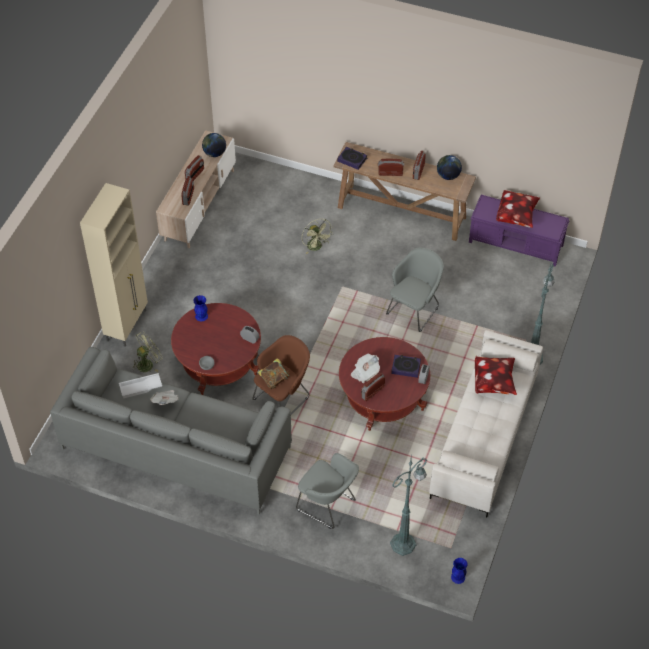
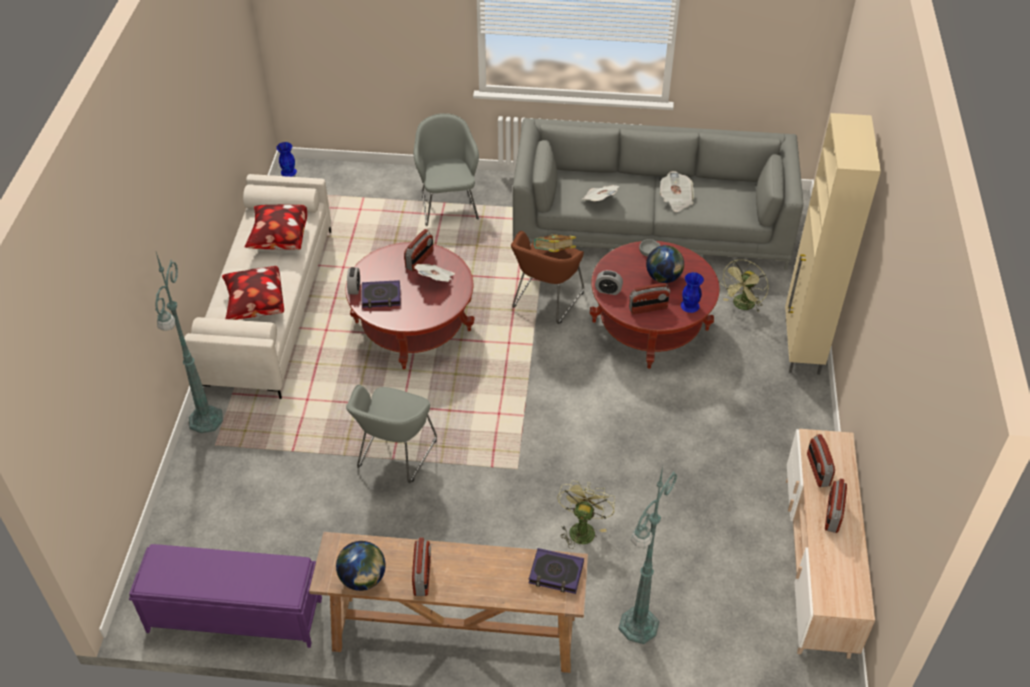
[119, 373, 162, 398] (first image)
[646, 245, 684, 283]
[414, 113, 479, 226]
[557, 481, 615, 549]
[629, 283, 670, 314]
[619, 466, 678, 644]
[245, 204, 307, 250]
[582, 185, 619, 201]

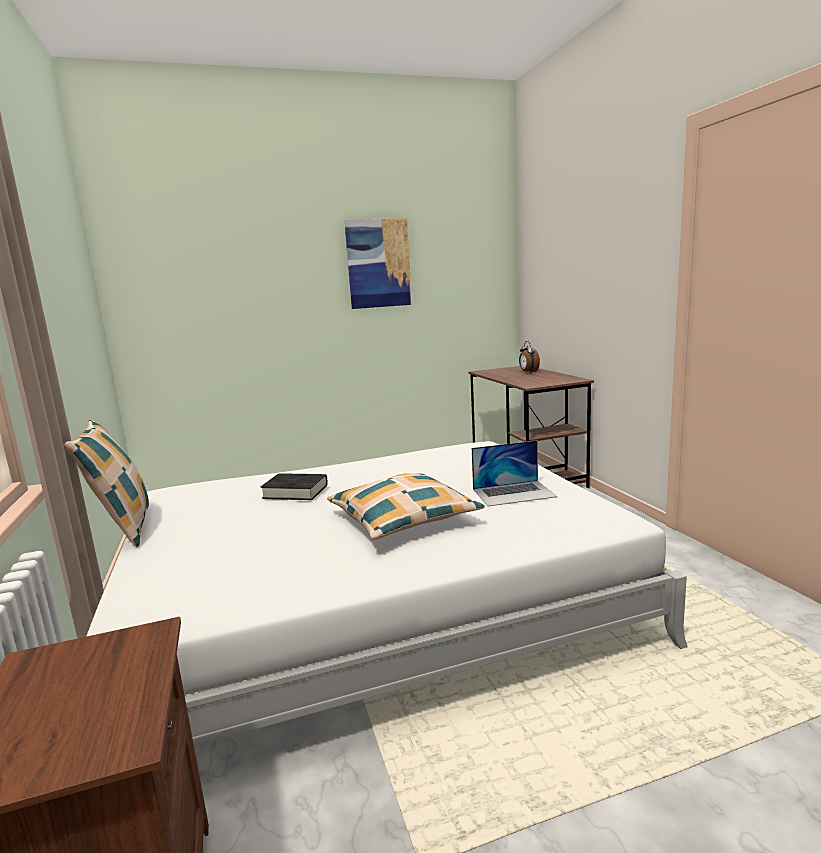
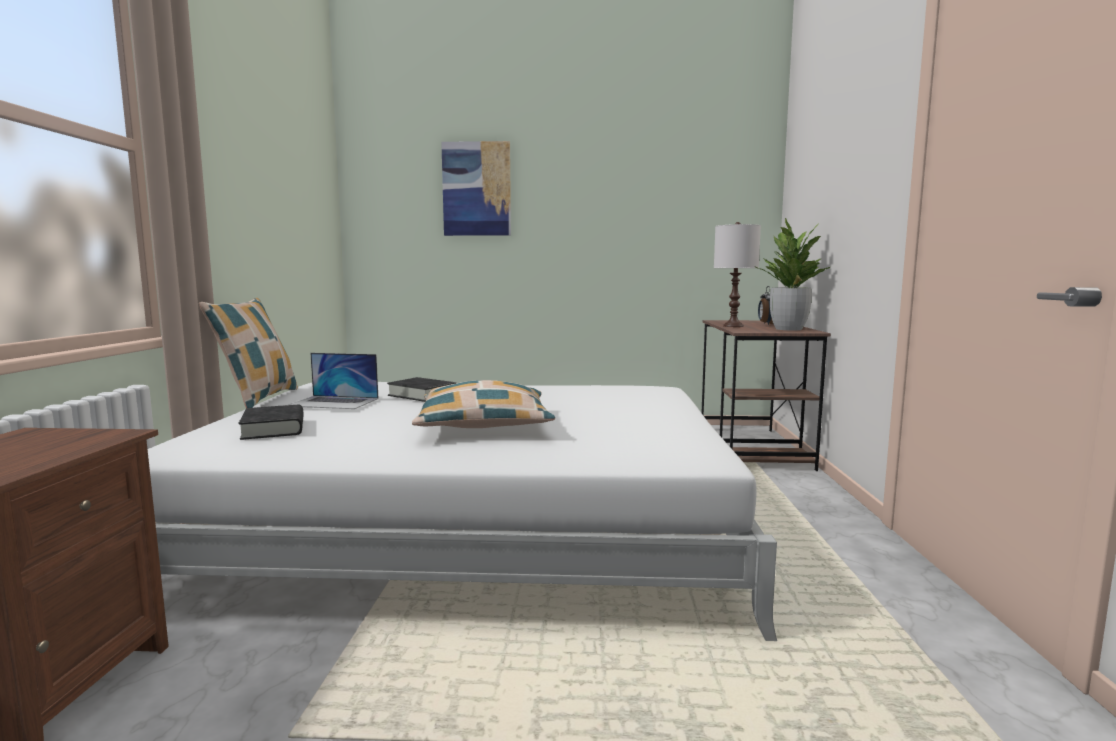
[441, 141, 511, 236]
[288, 353, 379, 409]
[239, 405, 304, 440]
[714, 222, 761, 327]
[756, 218, 830, 331]

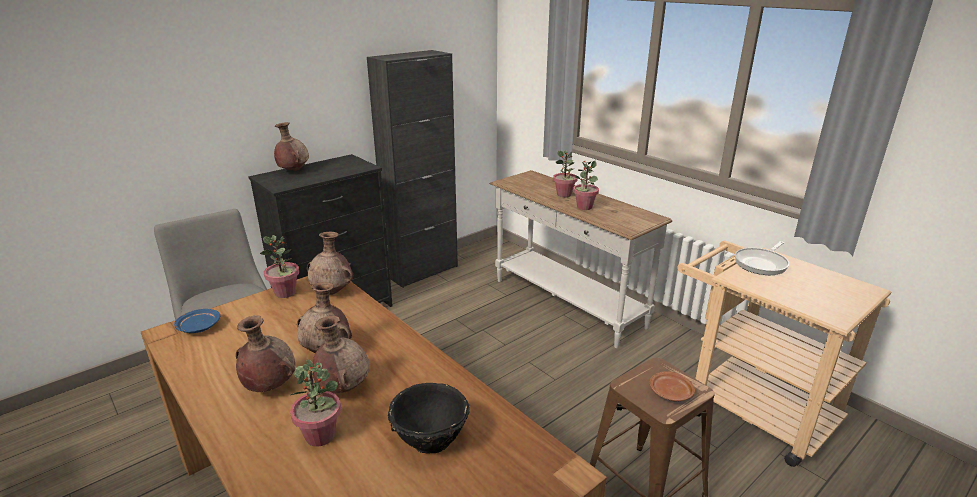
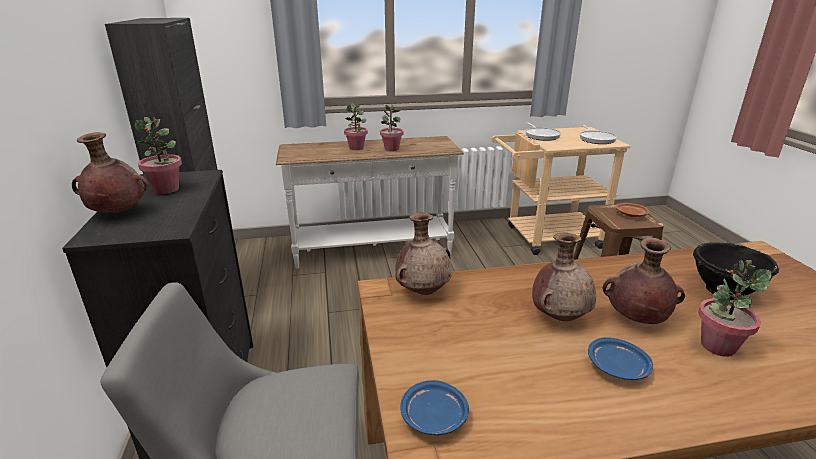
[588, 337, 653, 380]
[135, 117, 182, 194]
[580, 125, 617, 144]

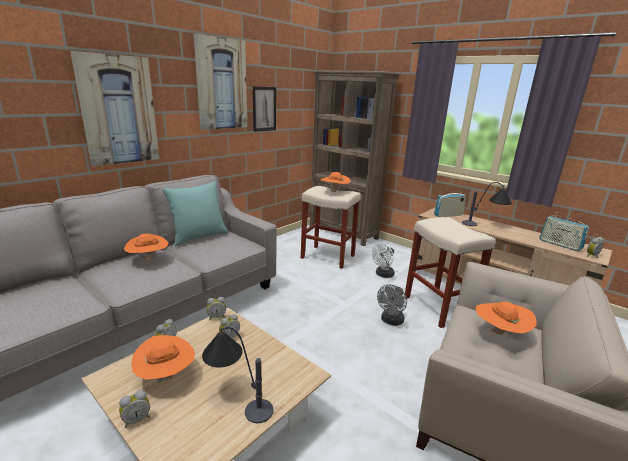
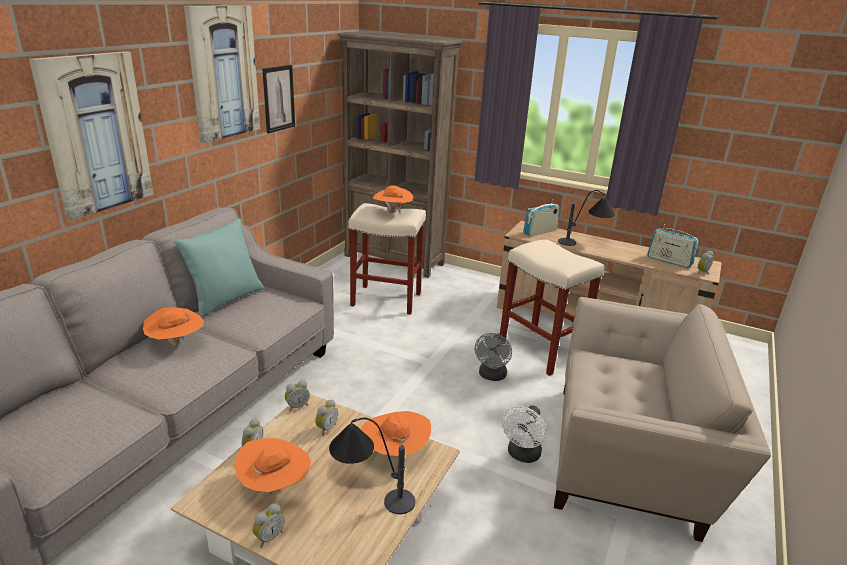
[502, 406, 546, 463]
[360, 411, 431, 456]

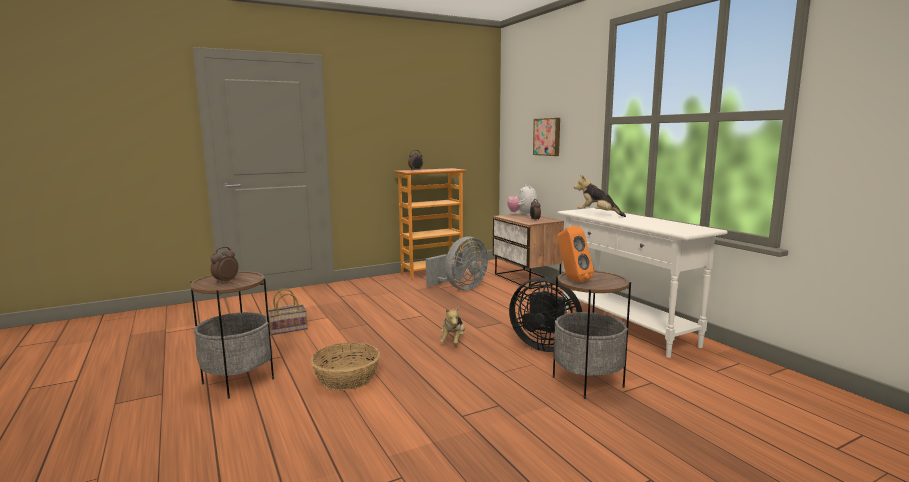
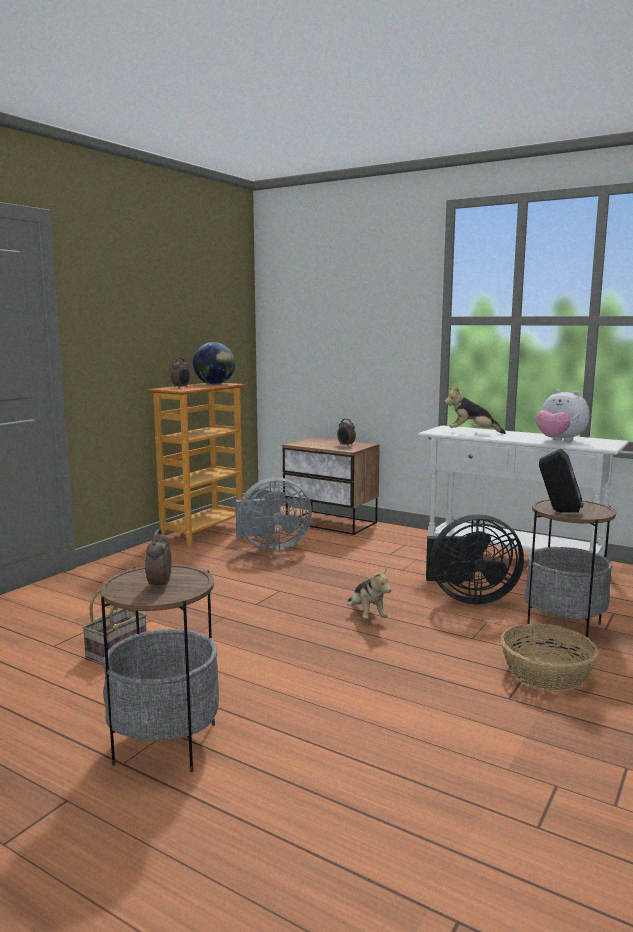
[501, 624, 598, 692]
[235, 477, 312, 551]
[535, 389, 589, 442]
[533, 118, 560, 156] (first image)
[539, 449, 583, 513]
[193, 342, 235, 384]

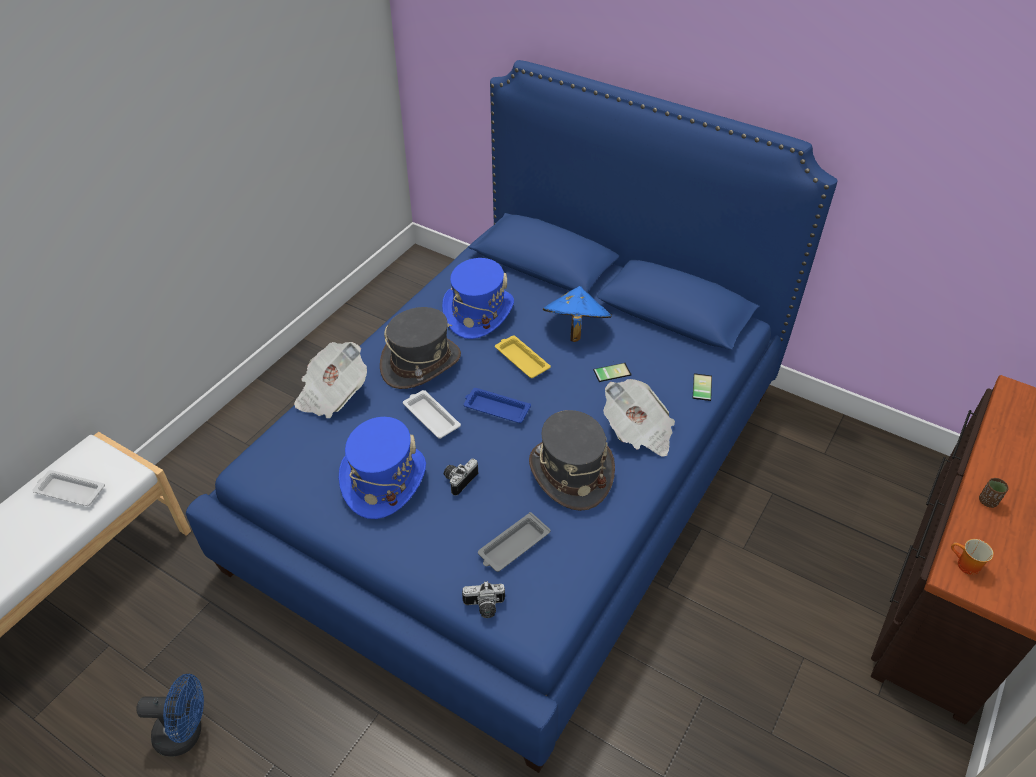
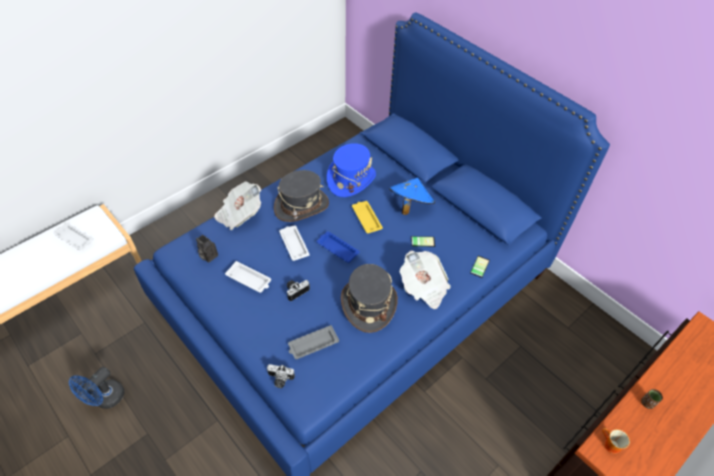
[69, 367, 124, 409]
[225, 261, 271, 293]
[196, 235, 218, 263]

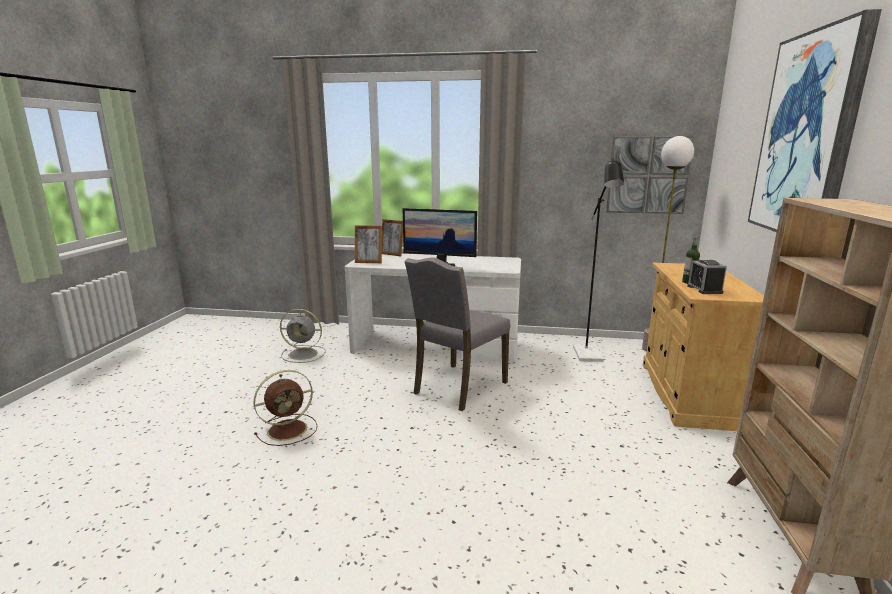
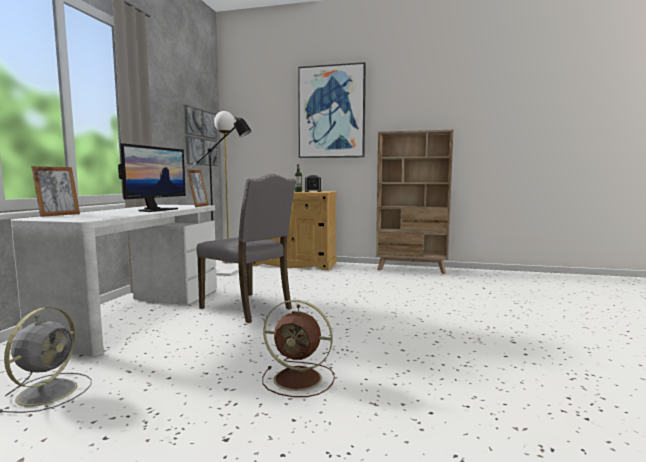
[262, 300, 335, 397]
[187, 169, 209, 207]

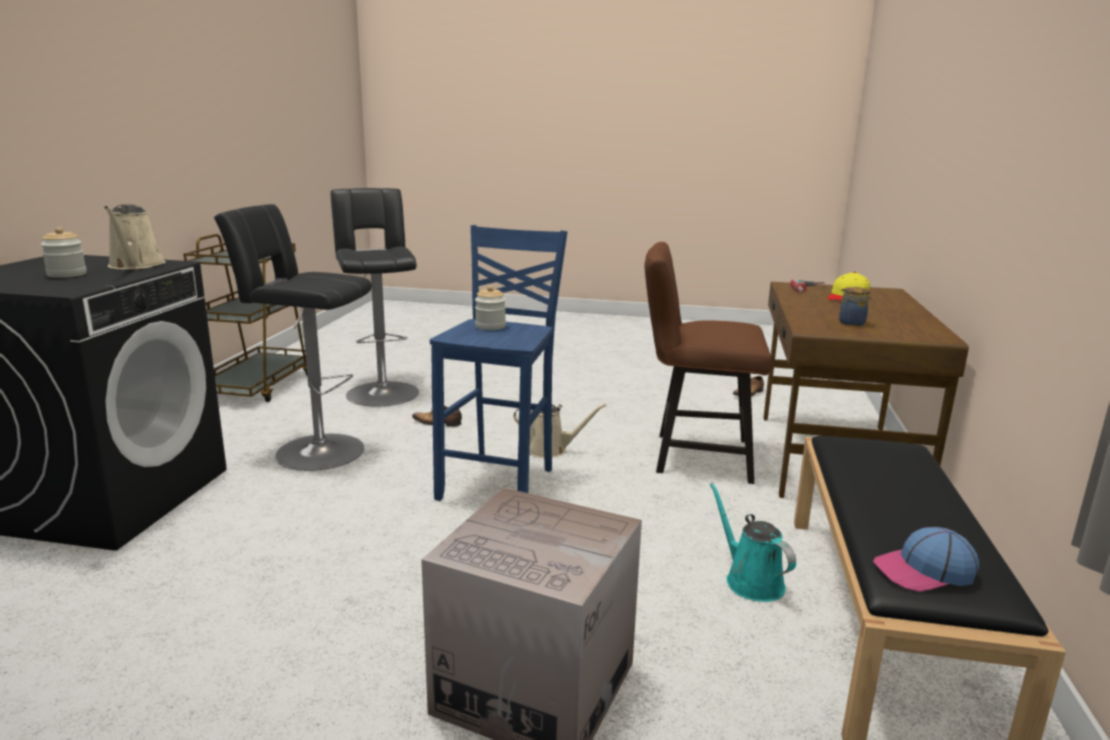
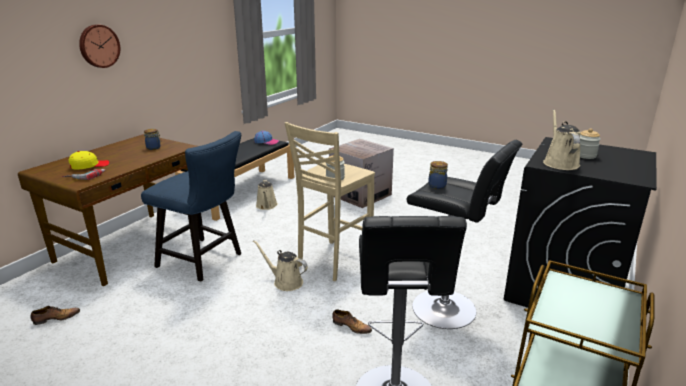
[285, 122, 375, 281]
[141, 131, 241, 281]
[256, 180, 278, 210]
[79, 25, 120, 68]
[428, 161, 448, 189]

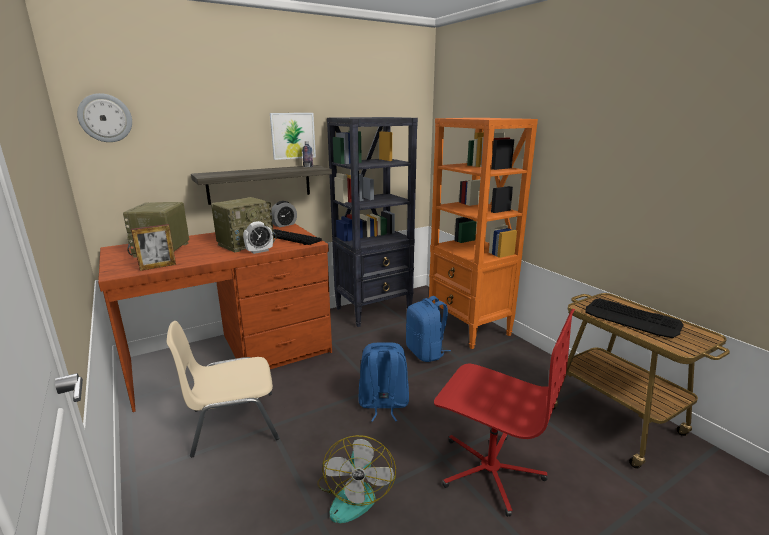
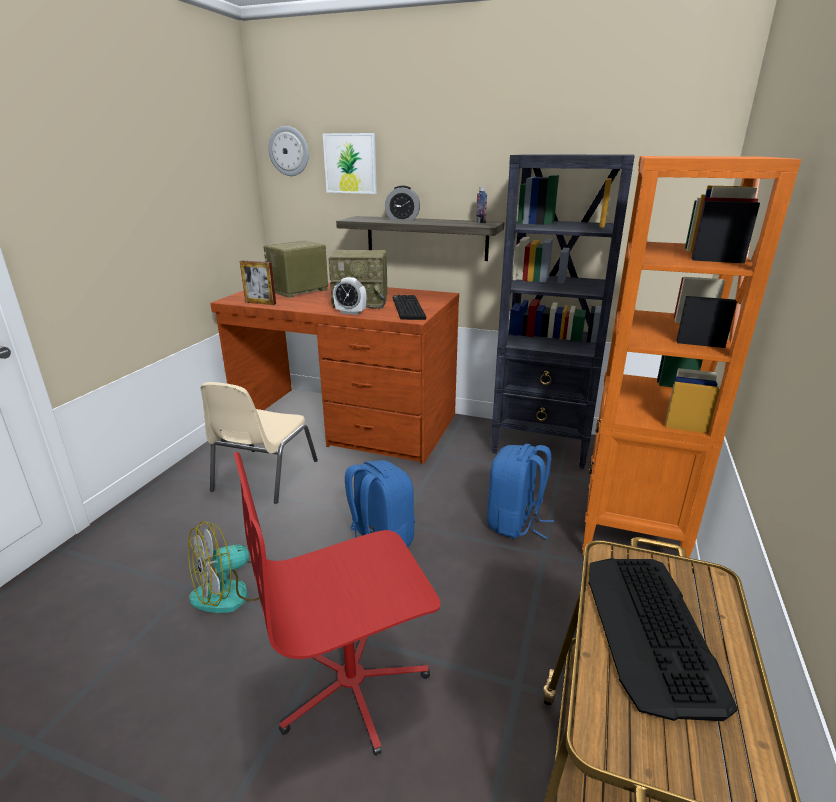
[200, 382, 318, 504]
[323, 133, 377, 194]
[385, 186, 420, 221]
[234, 452, 441, 756]

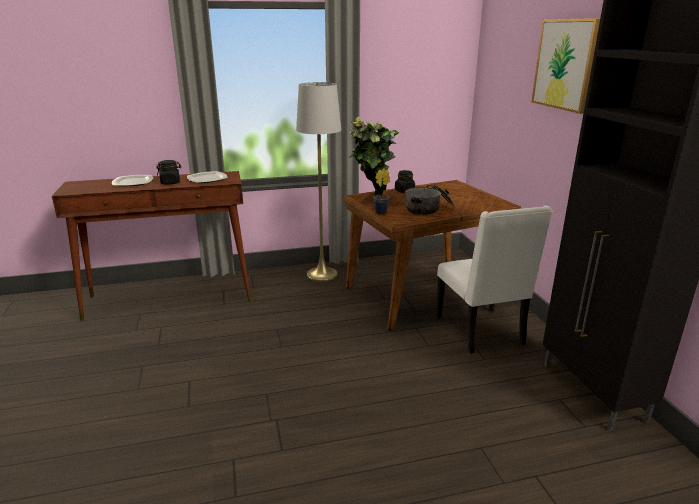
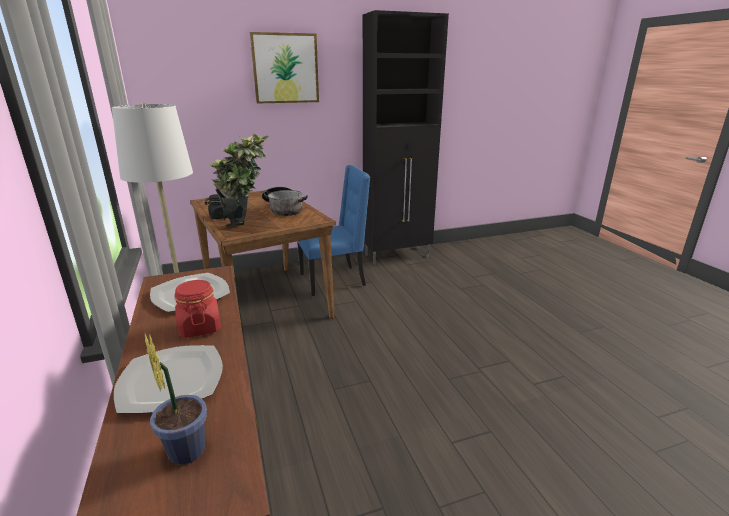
[174, 280, 221, 338]
[145, 334, 207, 465]
[297, 165, 370, 296]

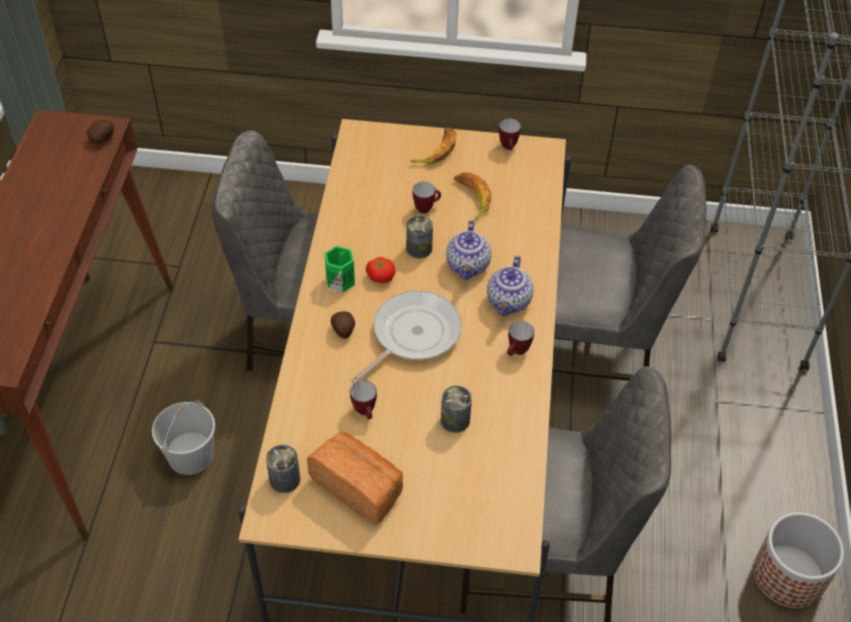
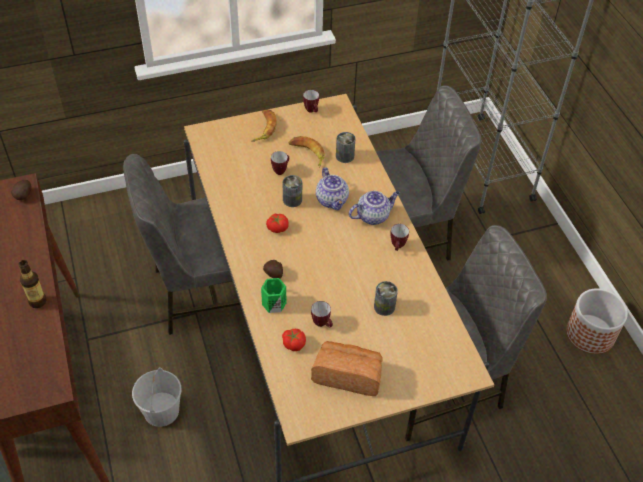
[336, 132, 356, 163]
[261, 278, 286, 313]
[351, 291, 462, 384] (first image)
[349, 191, 400, 225]
[19, 260, 47, 308]
[282, 329, 306, 351]

